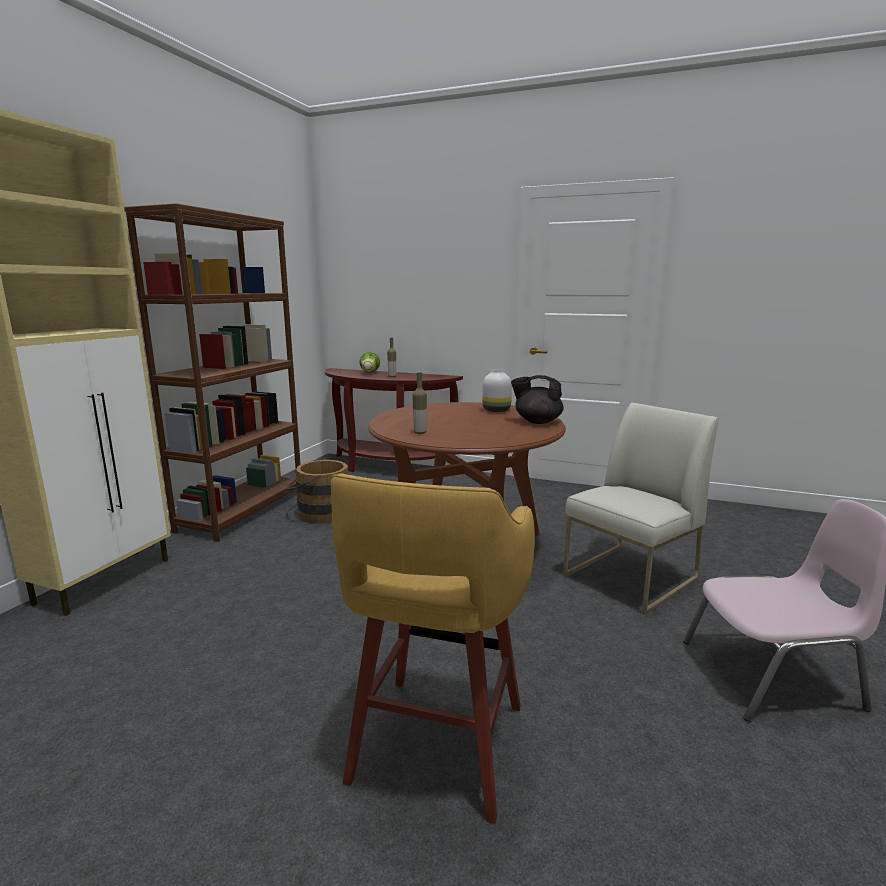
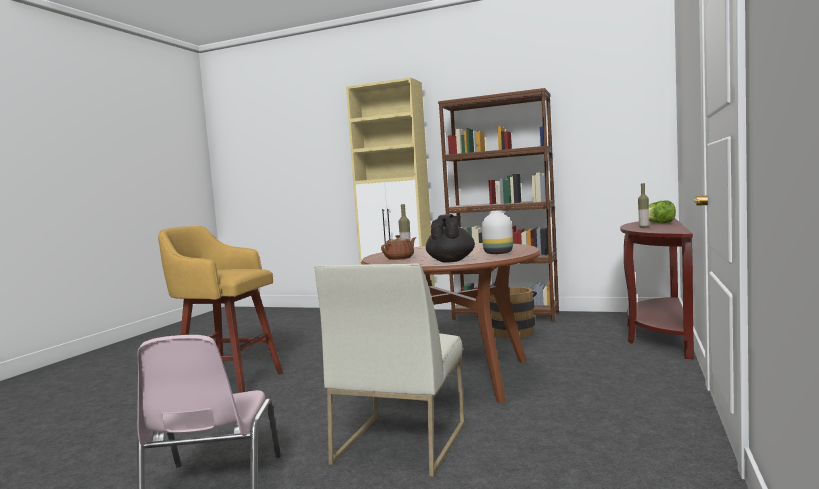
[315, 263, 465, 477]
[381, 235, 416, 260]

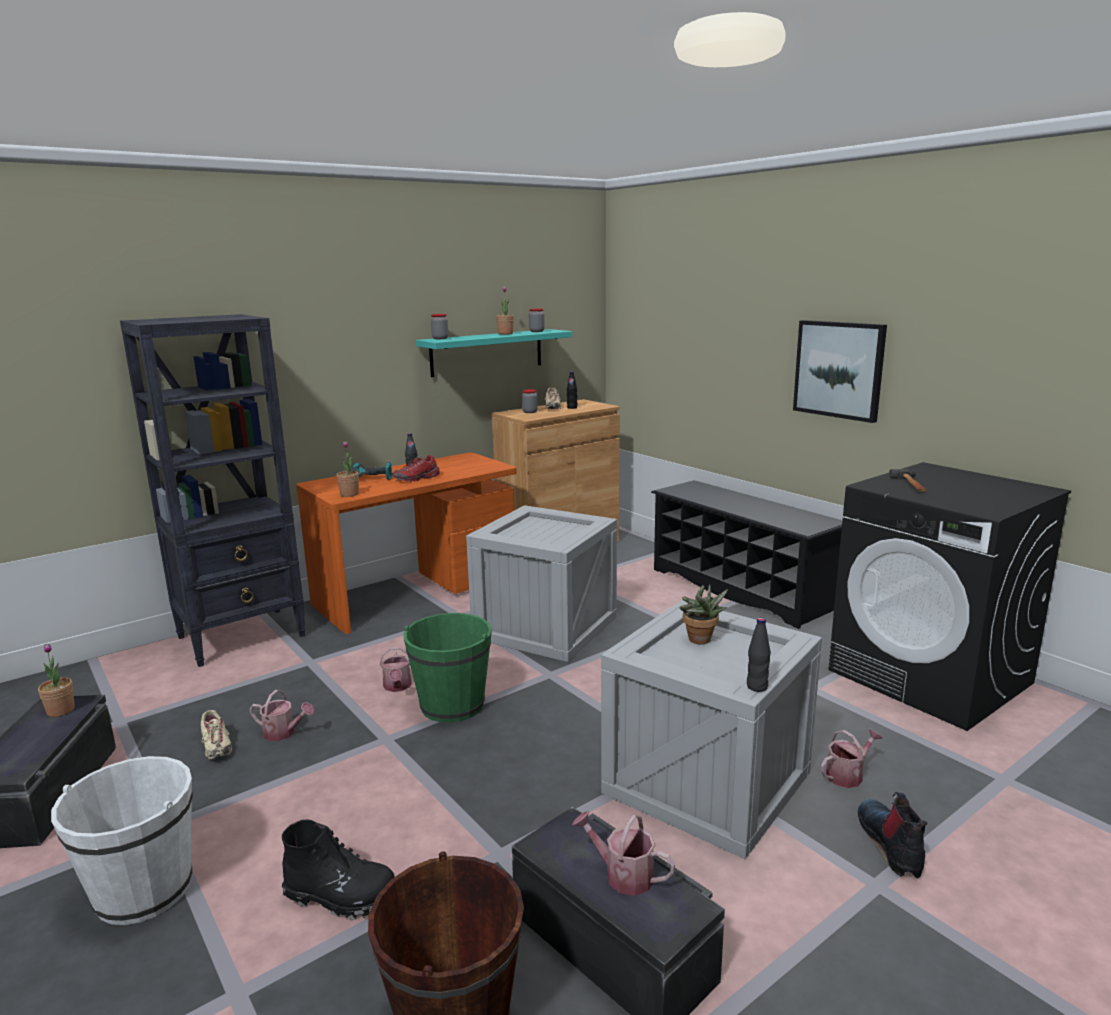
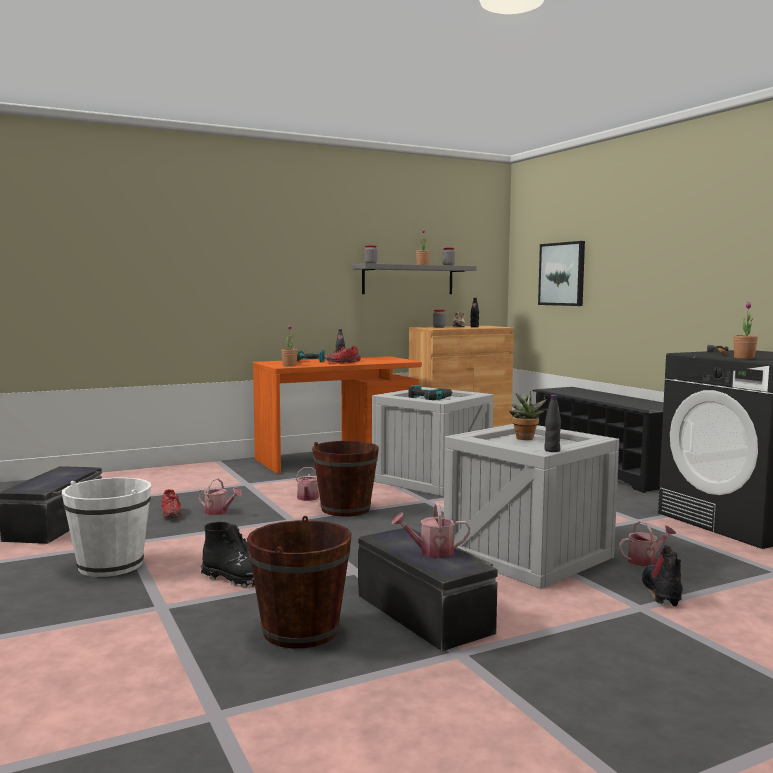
[733, 302, 758, 359]
[120, 314, 306, 667] (first image)
[161, 489, 182, 518]
[312, 441, 379, 516]
[352, 263, 477, 294]
[391, 502, 470, 558]
[538, 241, 585, 306]
[408, 385, 453, 400]

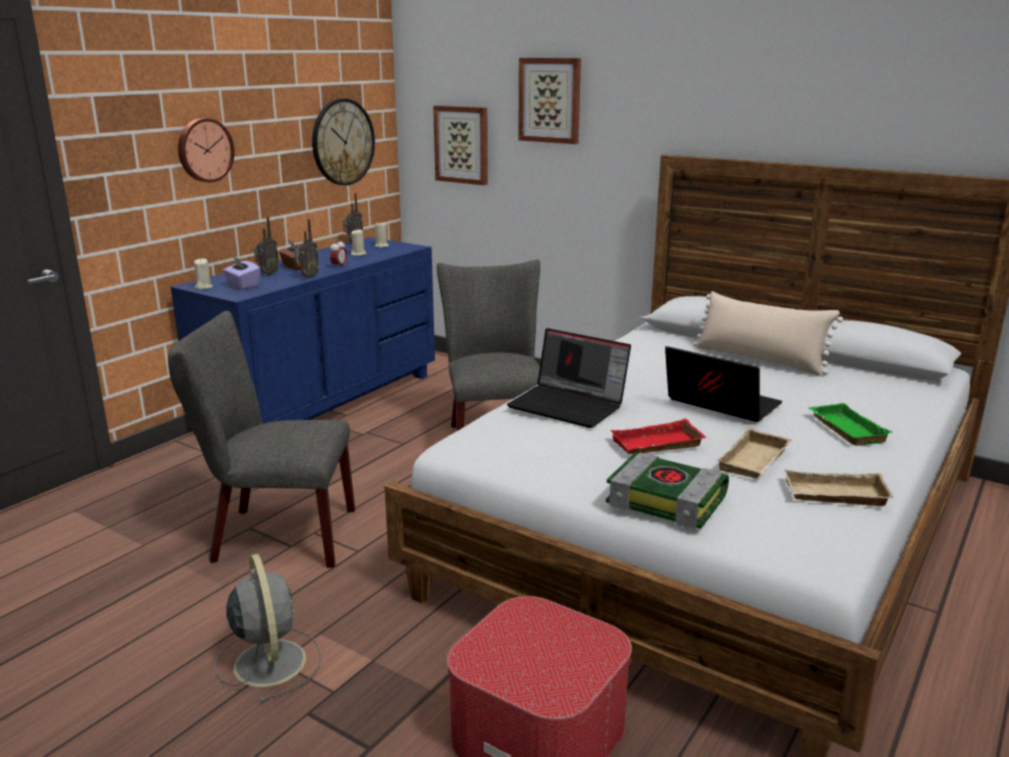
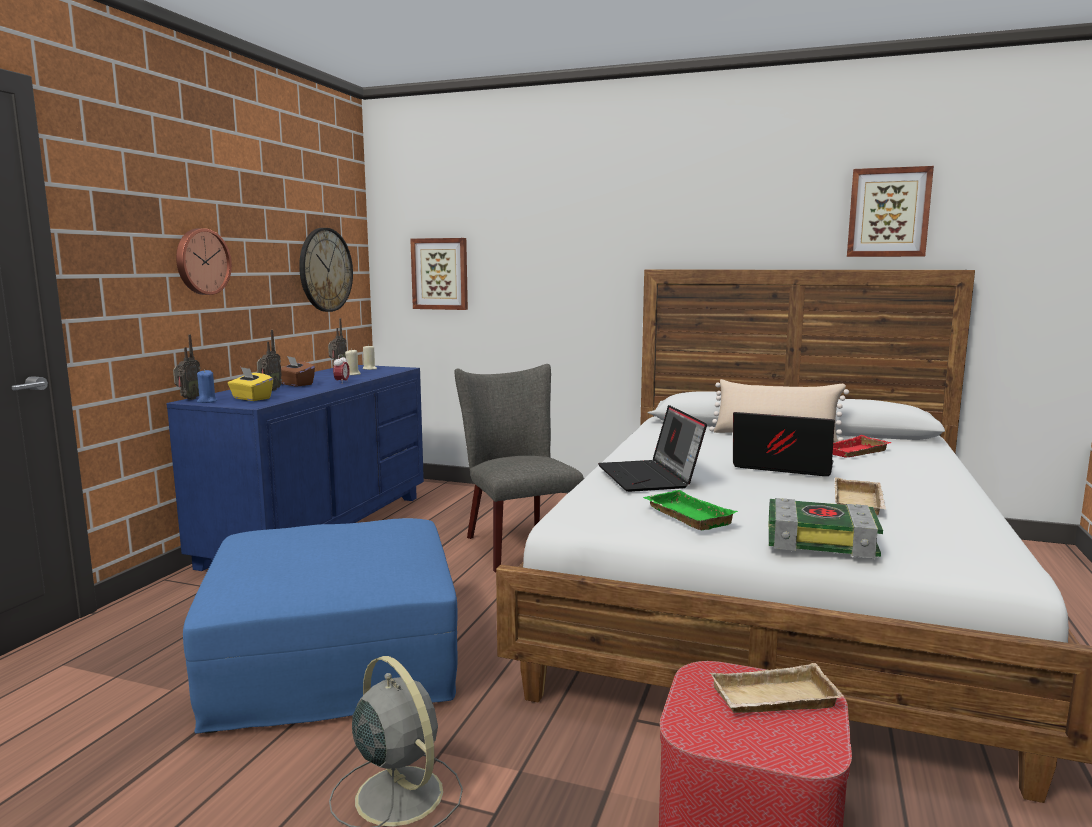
[183, 518, 458, 734]
[197, 369, 217, 403]
[228, 367, 273, 401]
[173, 334, 200, 400]
[598, 405, 707, 492]
[847, 166, 934, 257]
[833, 435, 891, 458]
[710, 663, 845, 713]
[643, 490, 738, 530]

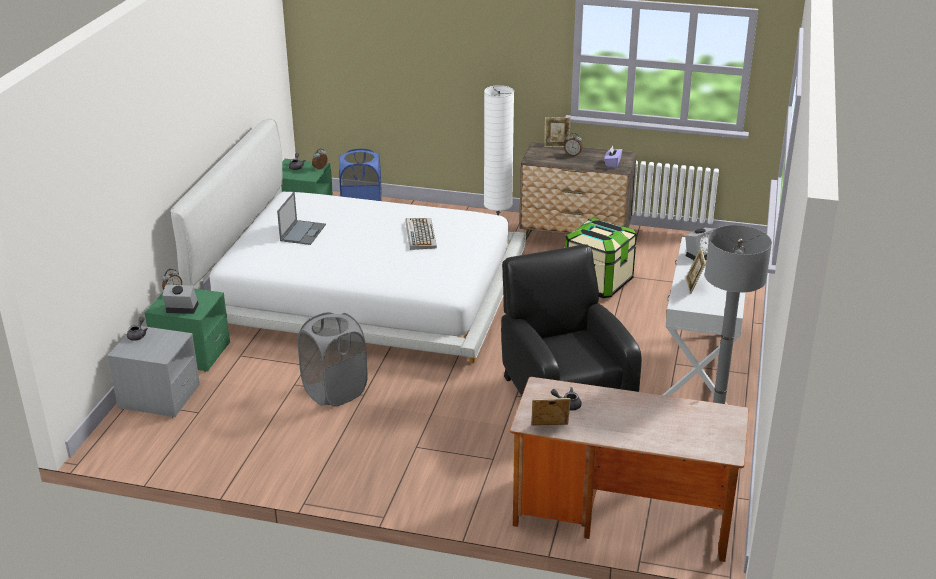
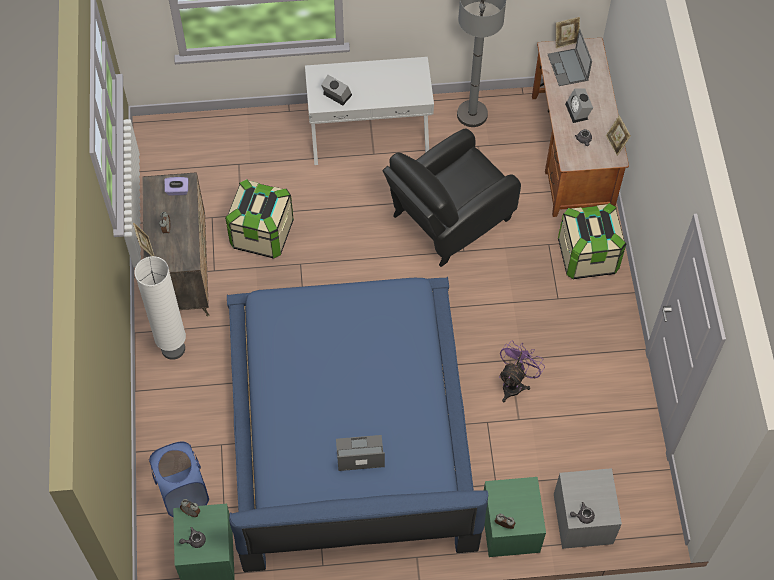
[565, 89, 593, 123]
[227, 277, 488, 572]
[499, 341, 545, 402]
[405, 218, 437, 250] (first image)
[556, 17, 580, 48]
[548, 29, 592, 86]
[558, 203, 626, 279]

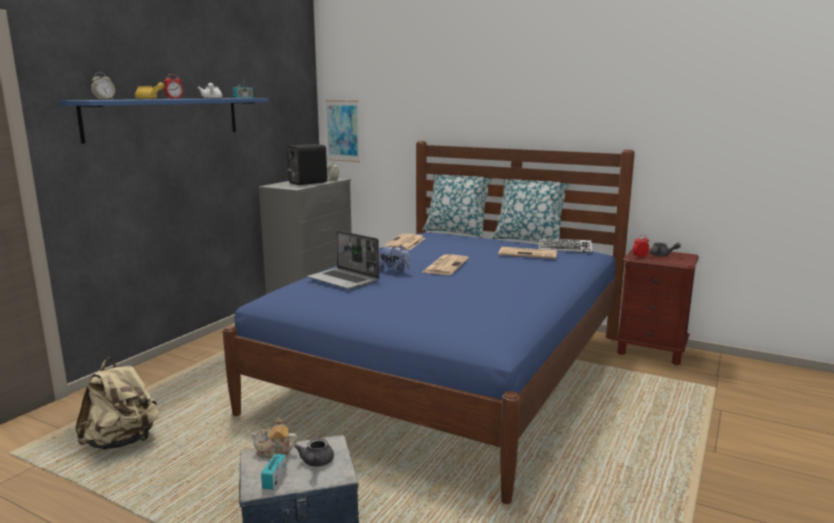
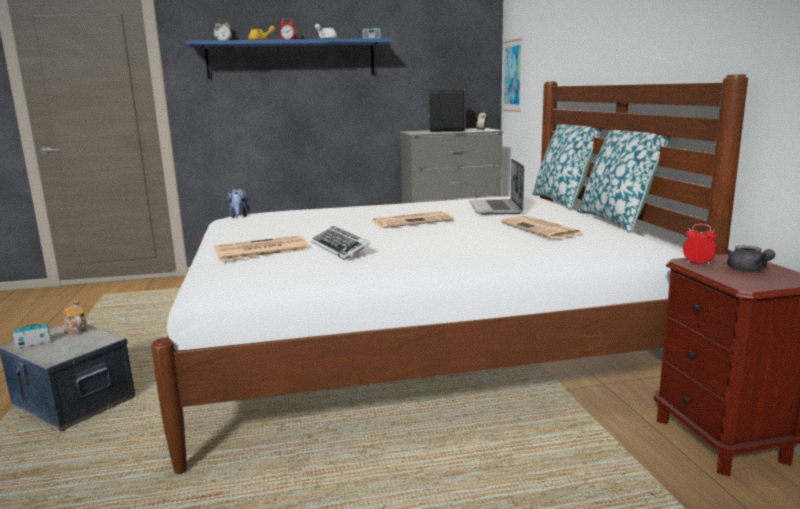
[75, 357, 159, 450] (first image)
[151, 74, 748, 474]
[294, 438, 334, 467] (first image)
[469, 159, 524, 215]
[228, 189, 250, 218]
[214, 236, 310, 261]
[311, 226, 370, 260]

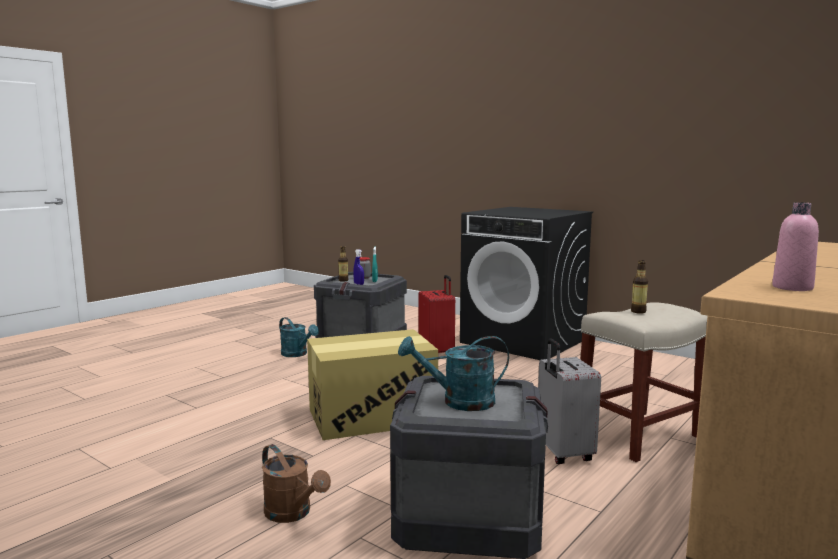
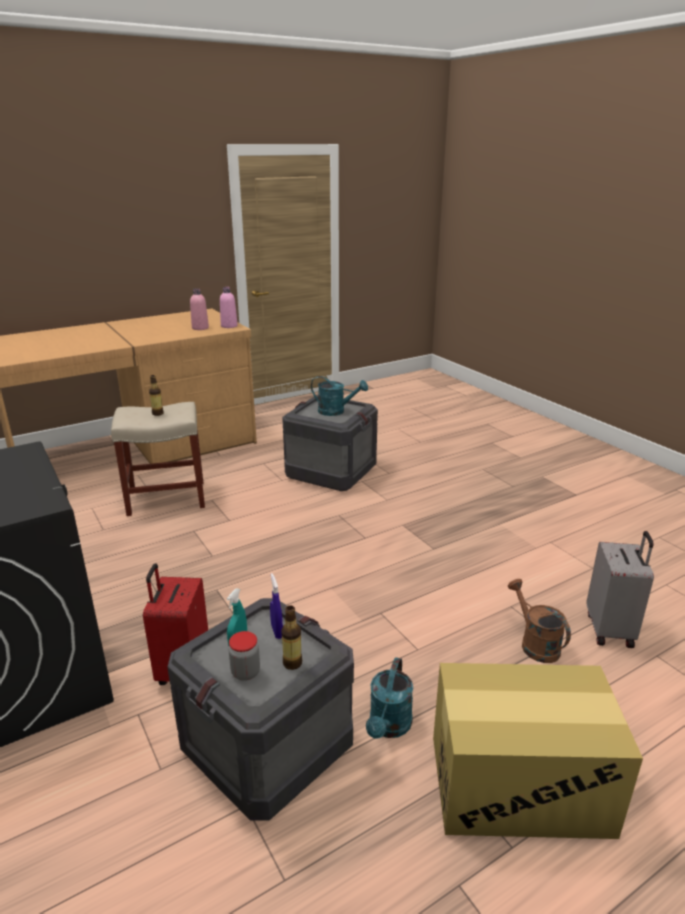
[508, 579, 571, 663]
[366, 657, 413, 739]
[433, 663, 643, 839]
[587, 531, 654, 648]
[220, 287, 238, 328]

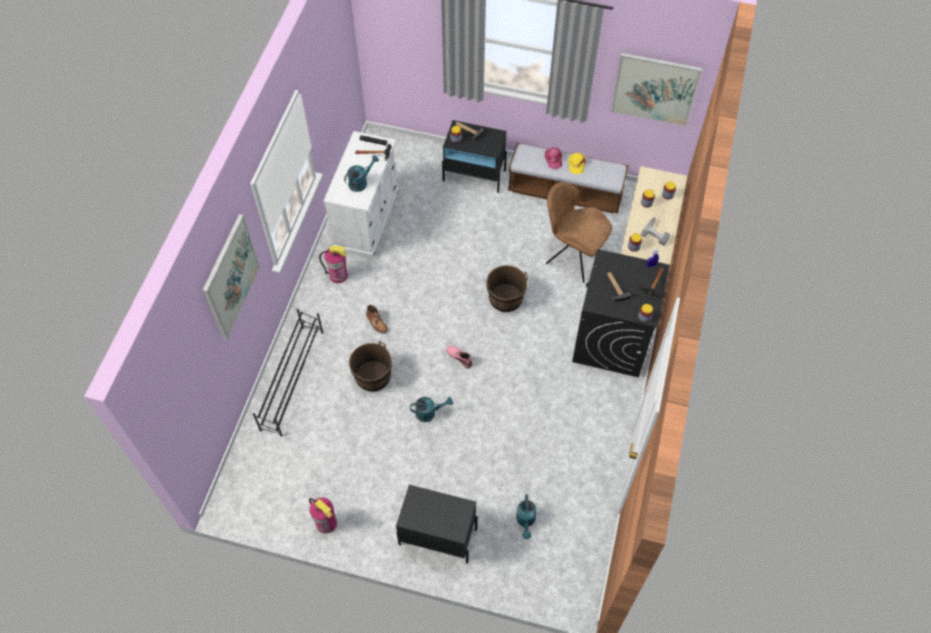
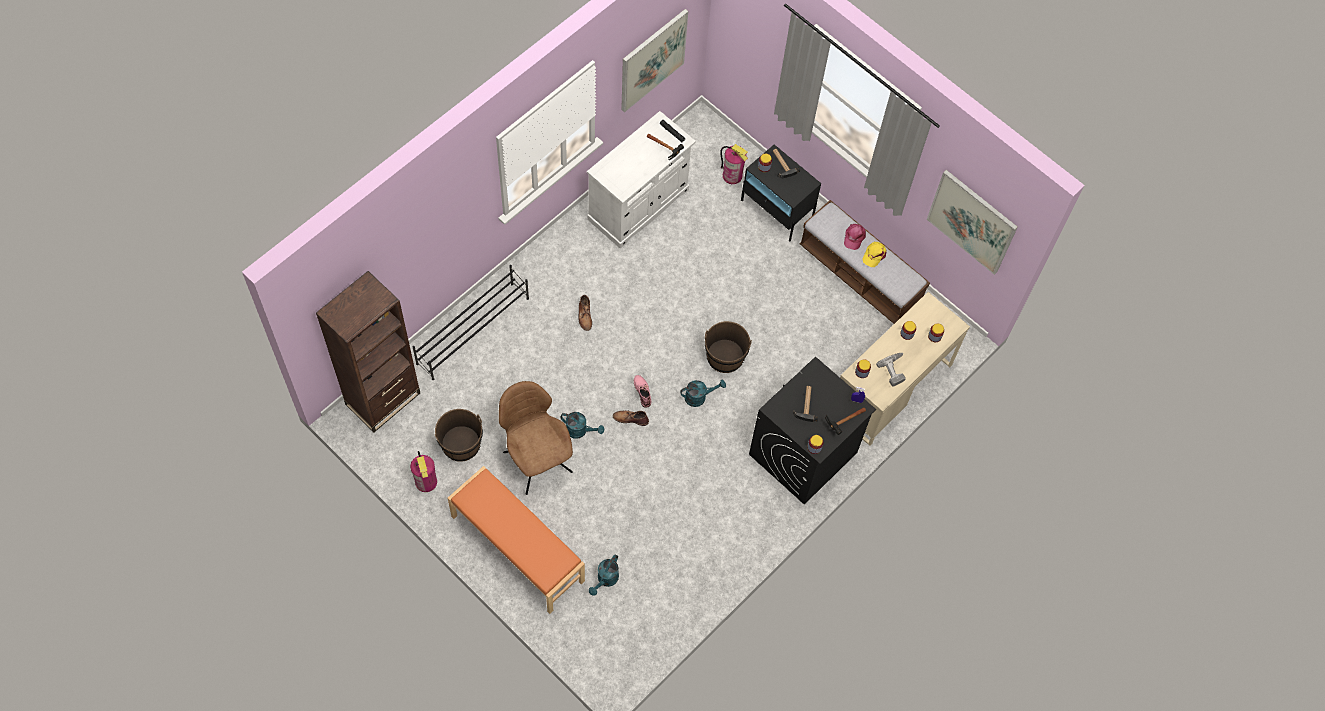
[621, 9, 688, 113]
[720, 144, 748, 184]
[680, 380, 726, 407]
[435, 409, 483, 462]
[448, 466, 585, 614]
[499, 381, 573, 495]
[316, 271, 420, 432]
[613, 411, 649, 426]

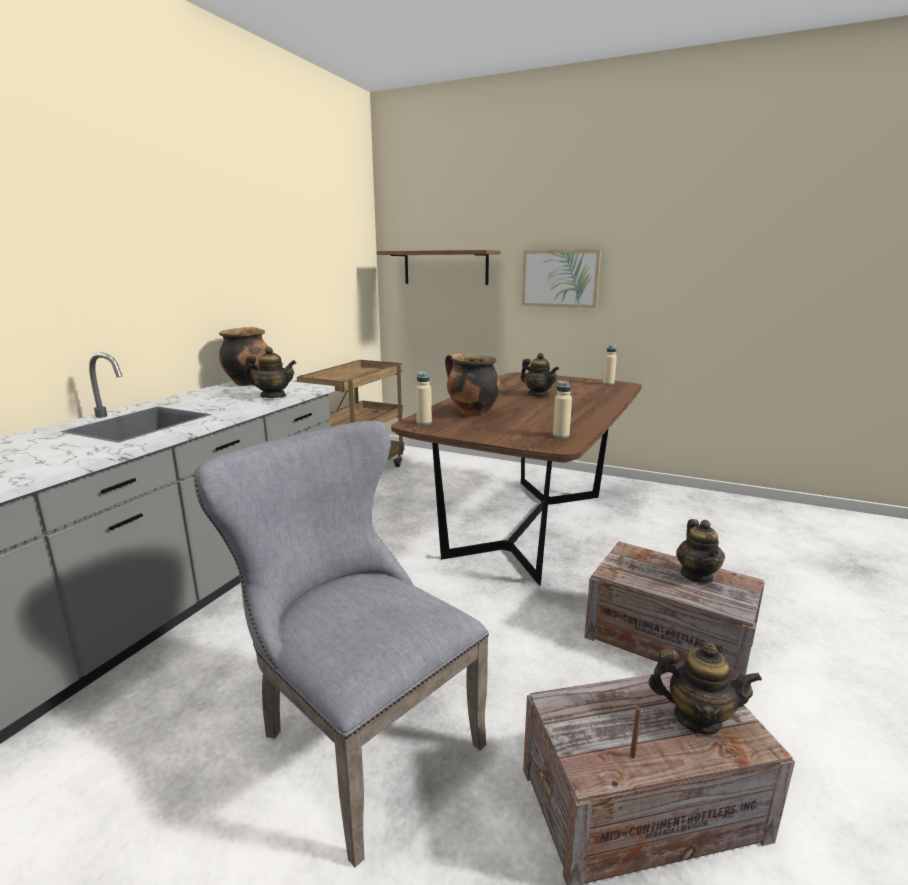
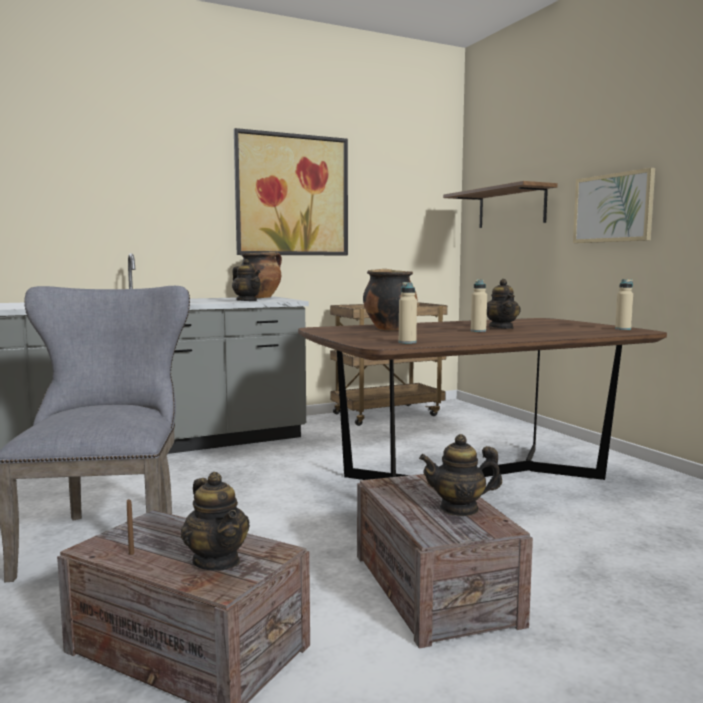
[471, 279, 487, 332]
[419, 434, 502, 516]
[234, 128, 348, 255]

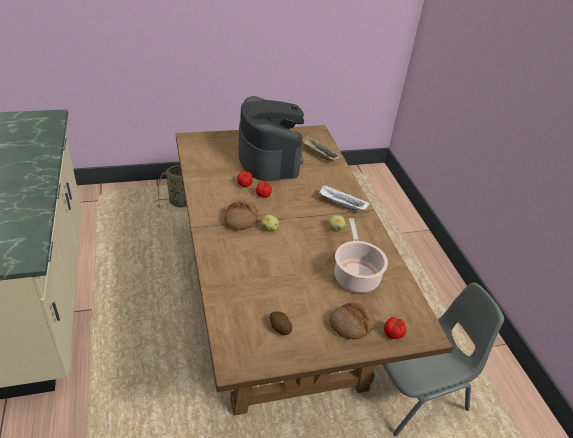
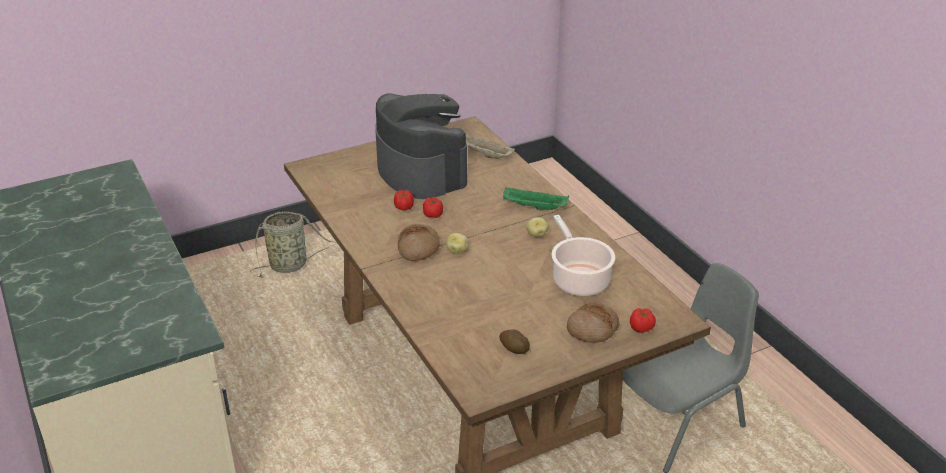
[503, 187, 569, 210]

